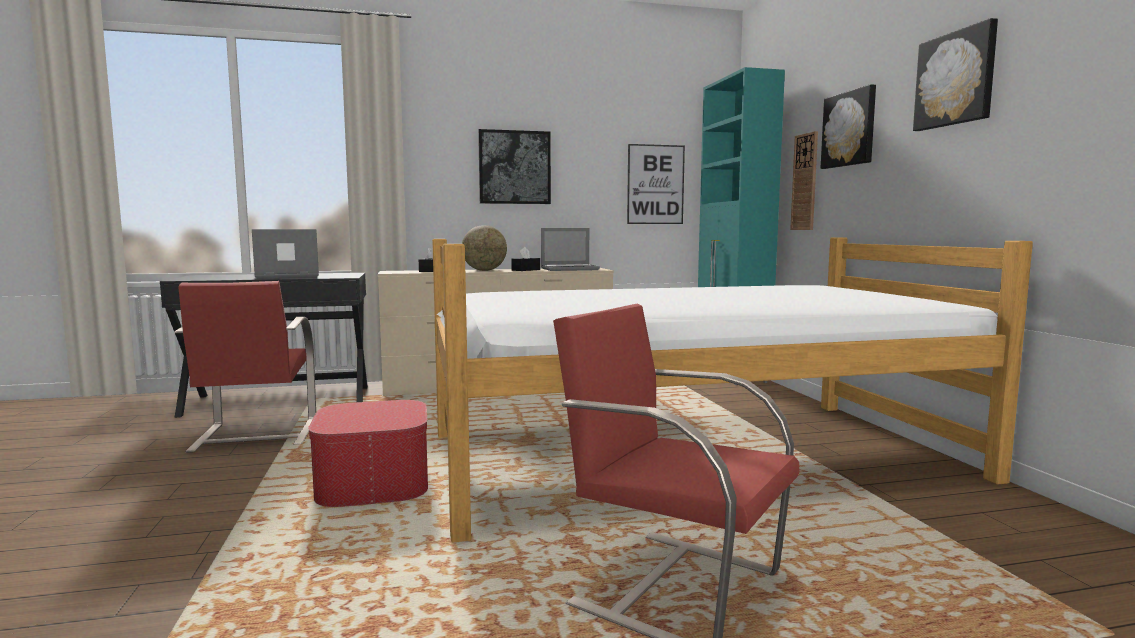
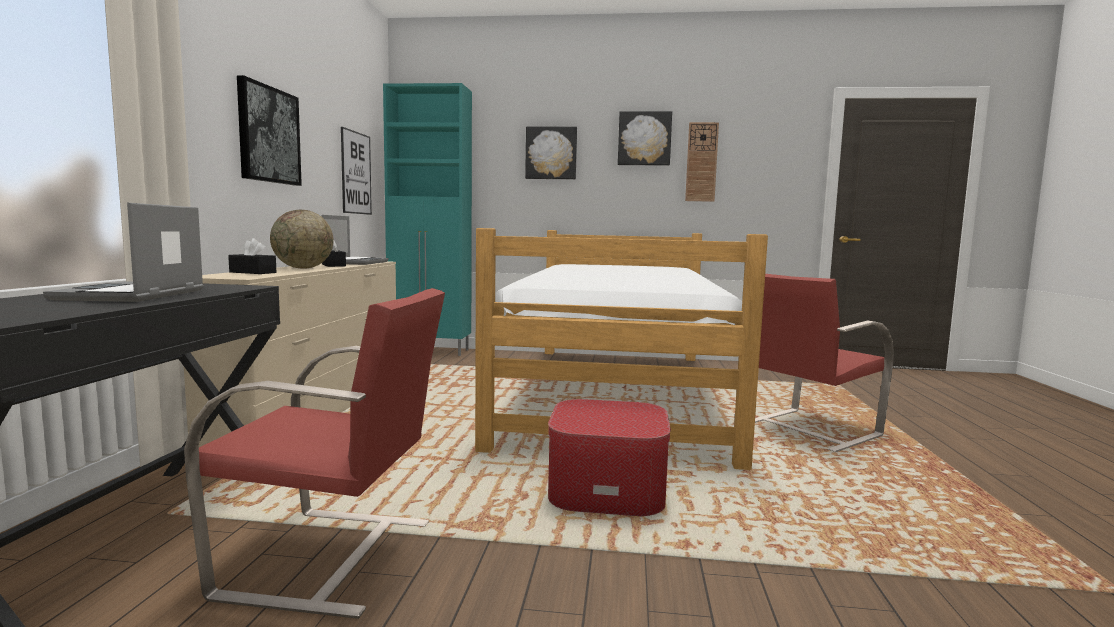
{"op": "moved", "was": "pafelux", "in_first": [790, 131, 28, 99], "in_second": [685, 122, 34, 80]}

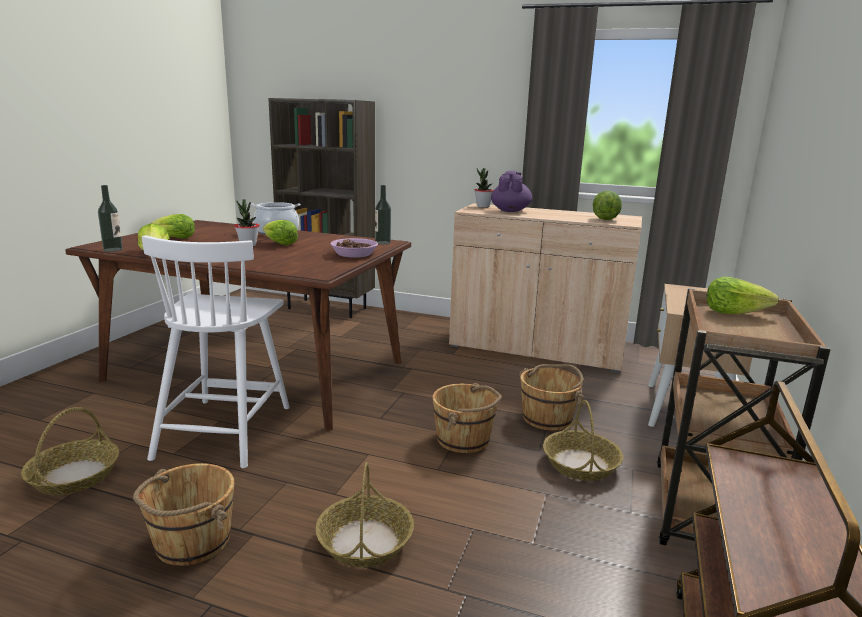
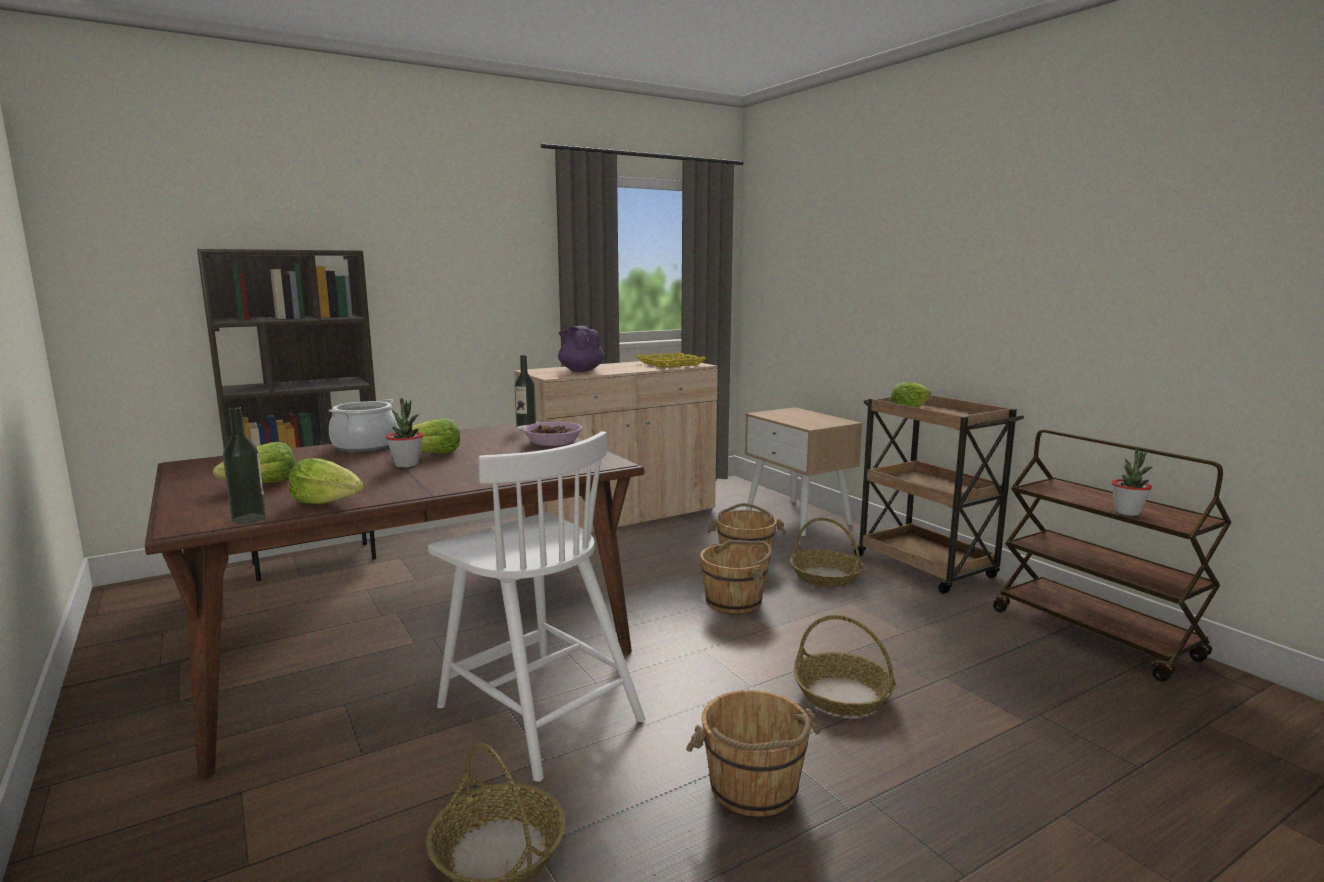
{"op": "moved", "was": "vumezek", "in_first": [474, 168, 20, 40], "in_second": [1112, 448, 40, 68]}
{"op": "replaced", "was": "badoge", "now": "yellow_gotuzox", "in_first": [593, 190, 29, 30], "in_second": [636, 352, 70, 16]}

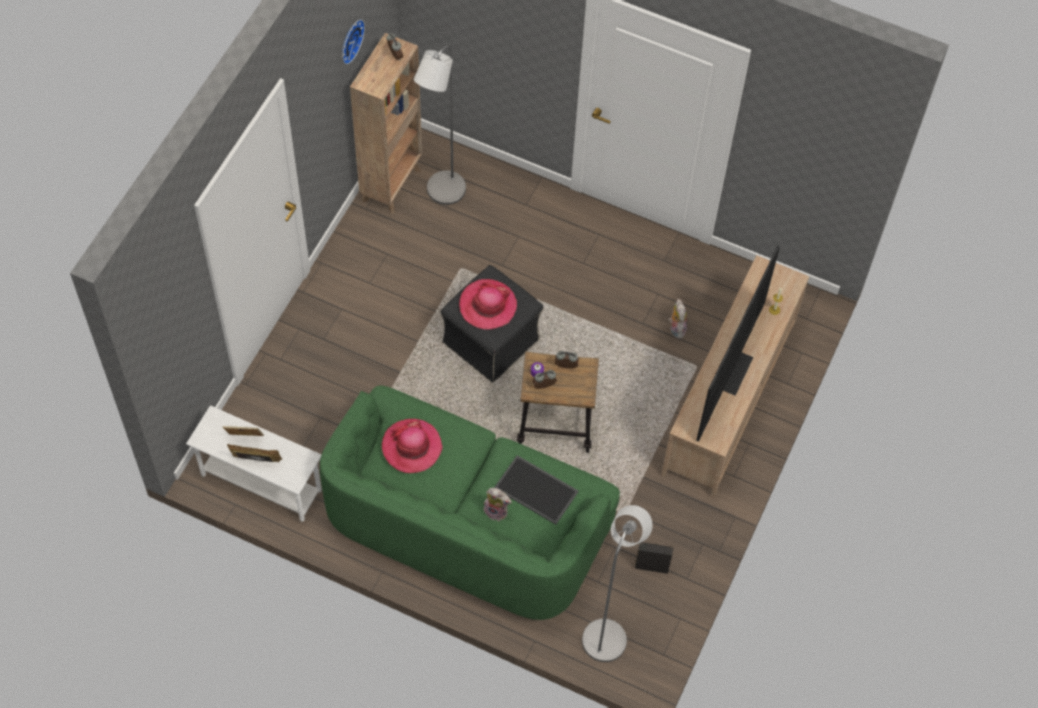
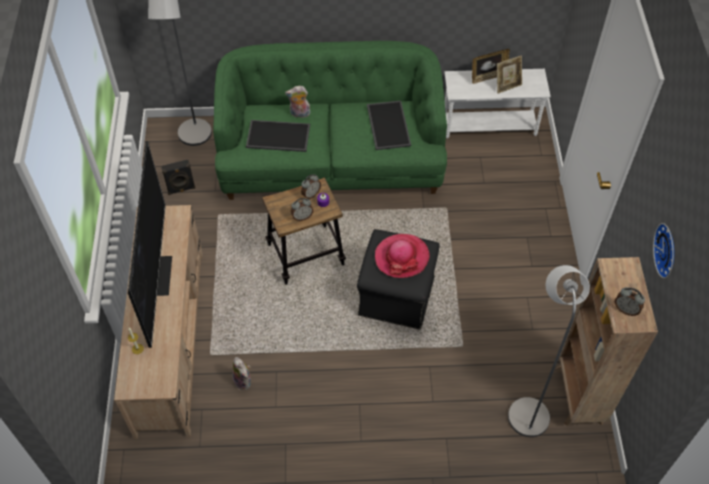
{"op": "replaced", "was": "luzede", "now": "gotuzox", "in_first": [382, 419, 61, 54], "in_second": [367, 100, 44, 50]}

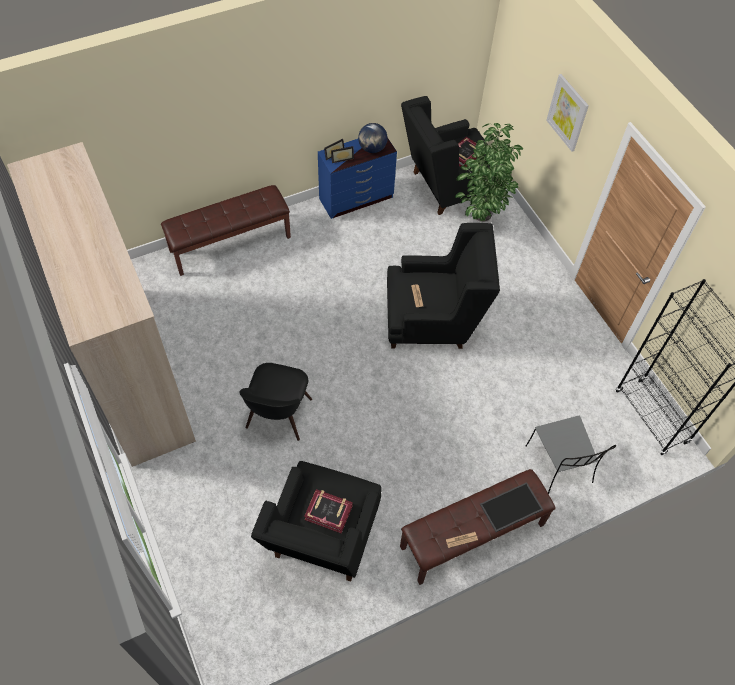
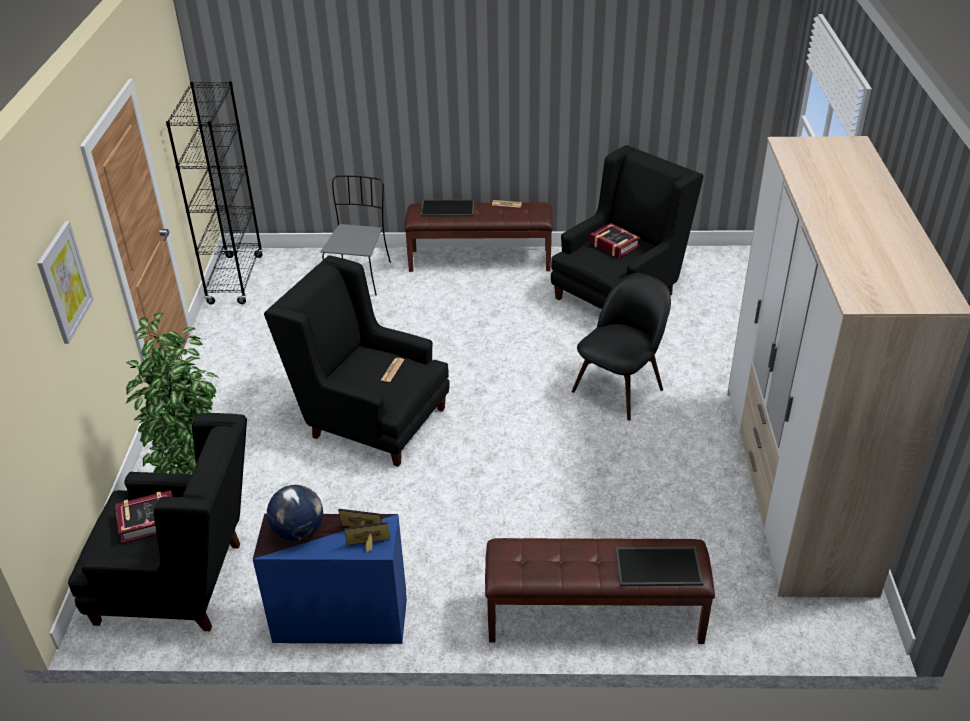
{"op": "added", "now": "gotuzox", "in_second": [615, 547, 88, 39]}

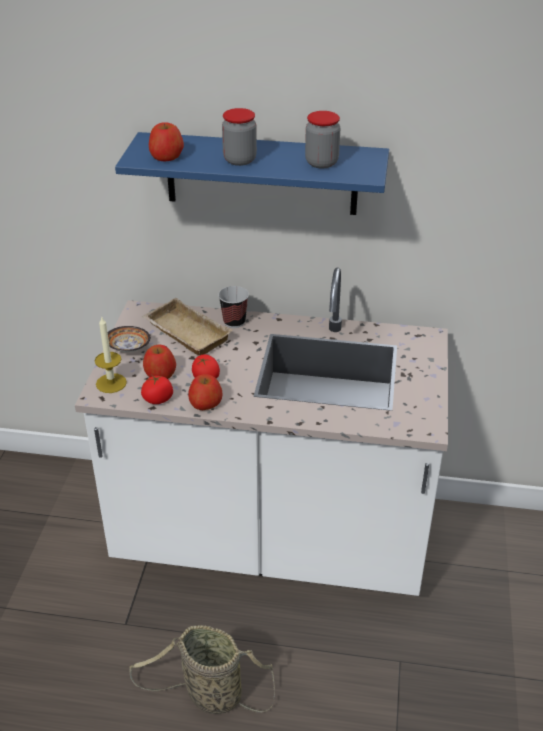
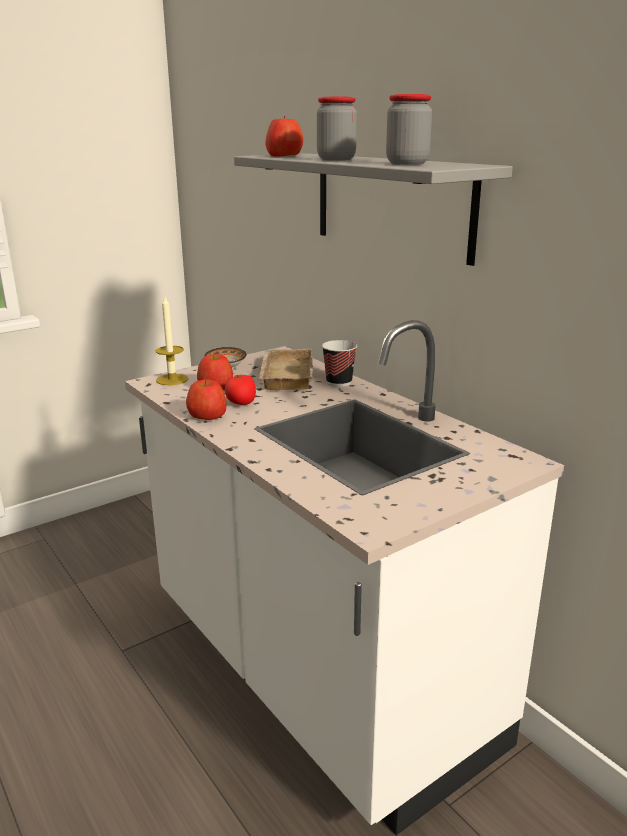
{"op": "removed", "was": "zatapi", "in_first": [129, 625, 146, 89]}
{"op": "removed", "was": "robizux", "in_first": [141, 375, 32, 29]}
{"op": "recoloured", "was": "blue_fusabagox", "now": "grey_fusabagox", "in_first": [115, 132, 274, 83], "in_second": [234, 153, 279, 113]}

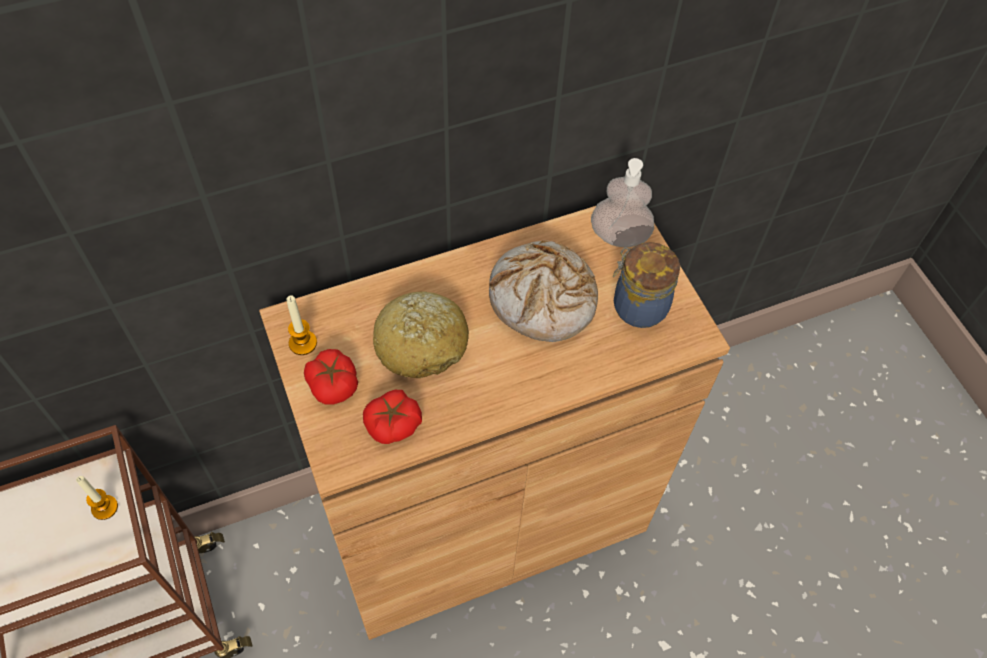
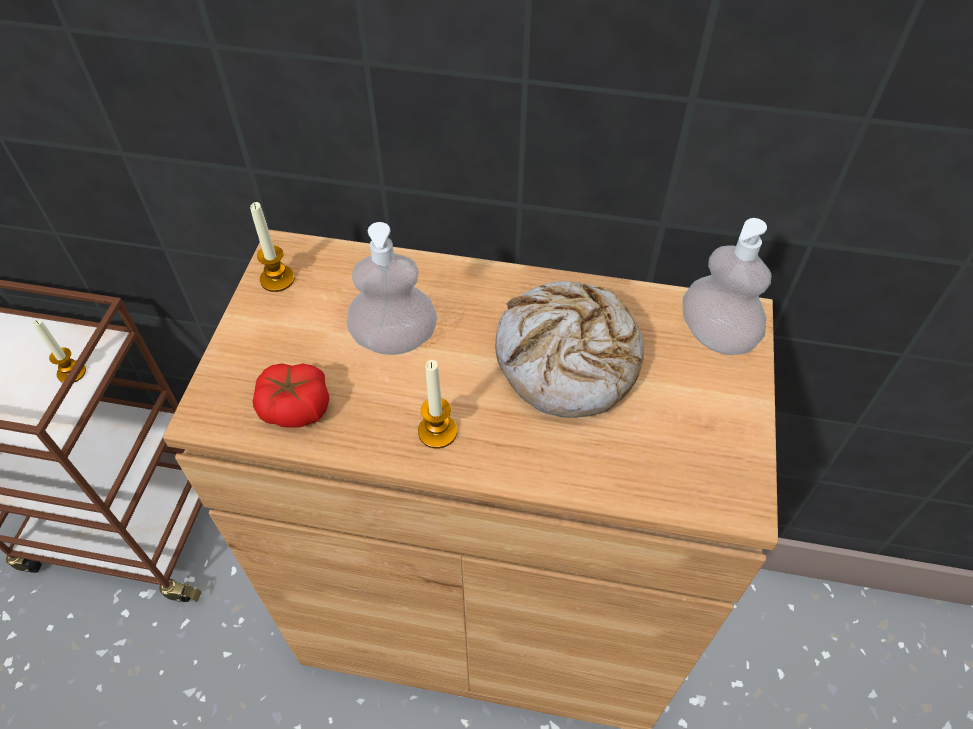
{"op": "removed", "was": "robizux", "in_first": [304, 349, 54, 55]}
{"op": "removed", "was": "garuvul", "in_first": [613, 242, 67, 86]}
{"op": "added", "now": "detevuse", "in_second": [418, 360, 39, 89]}
{"op": "replaced", "was": "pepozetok", "now": "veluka", "in_first": [373, 292, 96, 86], "in_second": [347, 222, 90, 133]}

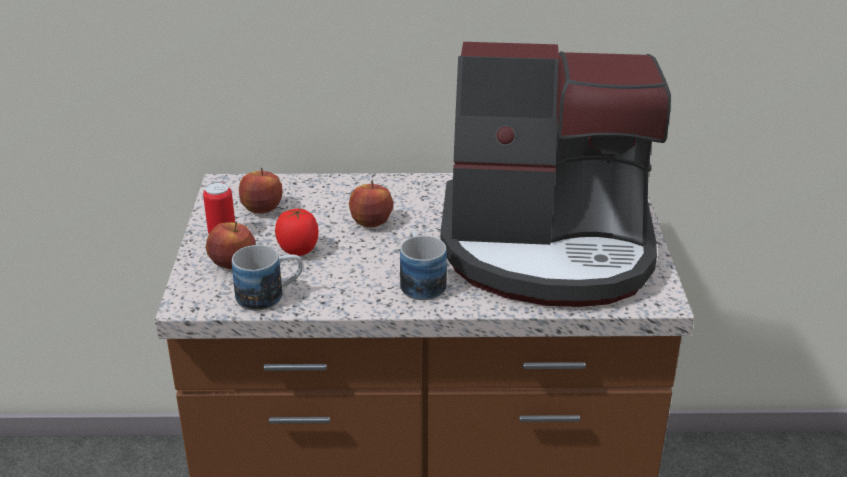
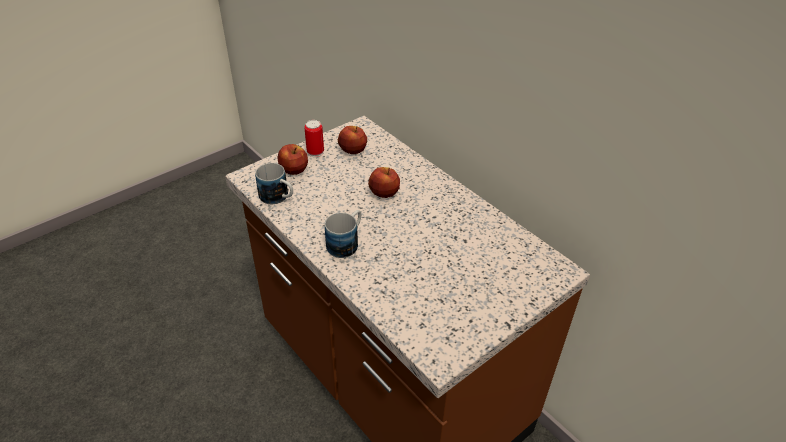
{"op": "removed", "was": "robizux", "in_first": [275, 208, 44, 48]}
{"op": "removed", "was": "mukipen", "in_first": [440, 42, 231, 265]}

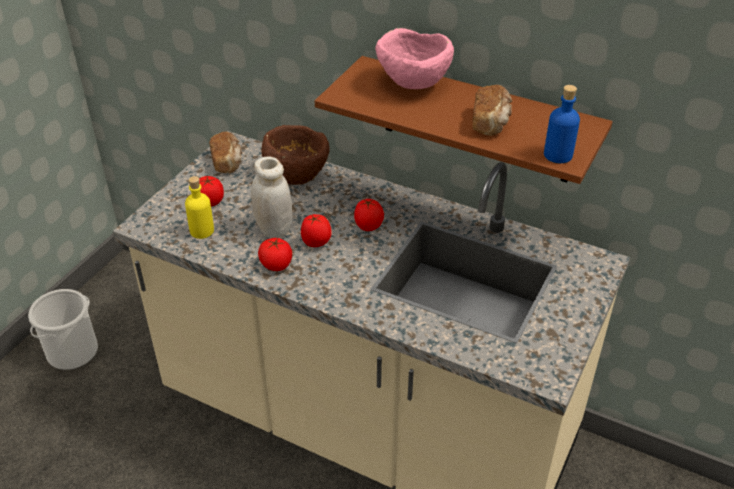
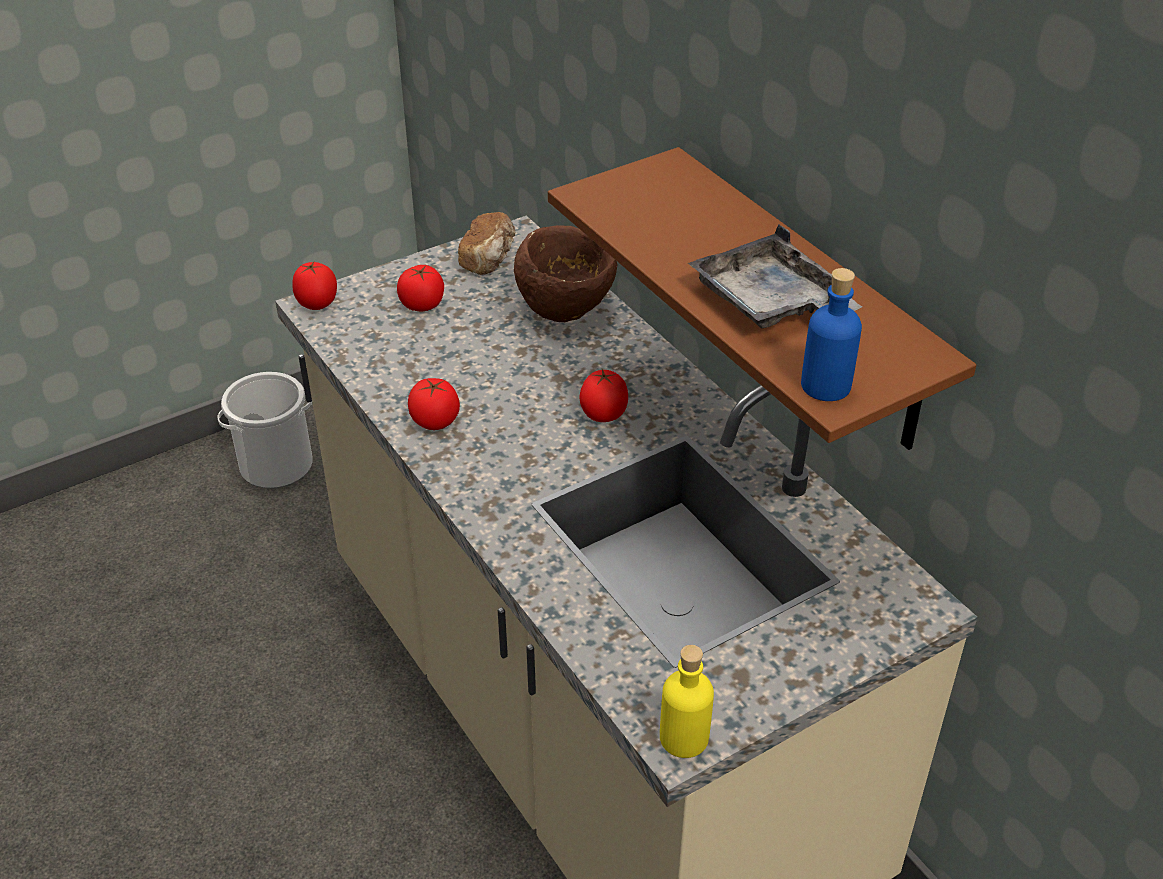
{"op": "removed", "was": "white_garuvul", "in_first": [251, 156, 41, 82]}
{"op": "removed", "was": "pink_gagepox", "in_first": [375, 28, 79, 61]}
{"op": "moved", "was": "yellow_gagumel", "in_first": [185, 176, 29, 63], "in_second": [660, 645, 54, 113]}
{"op": "moved", "was": "robizux", "in_first": [301, 214, 31, 33], "in_second": [292, 262, 45, 48]}
{"op": "replaced", "was": "pepozetok", "now": "grey_gotuzox", "in_first": [472, 85, 41, 51], "in_second": [688, 224, 174, 104]}

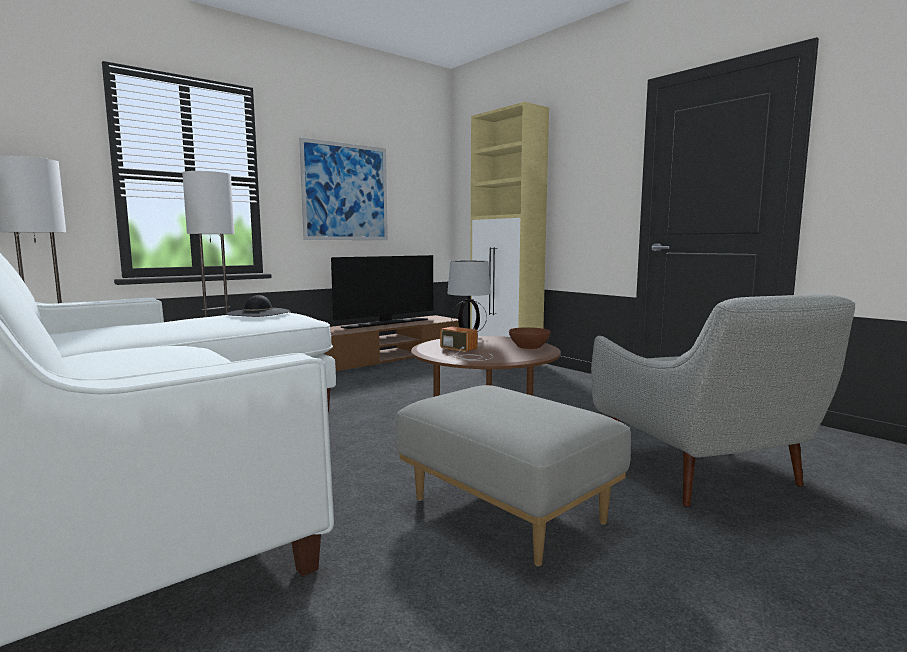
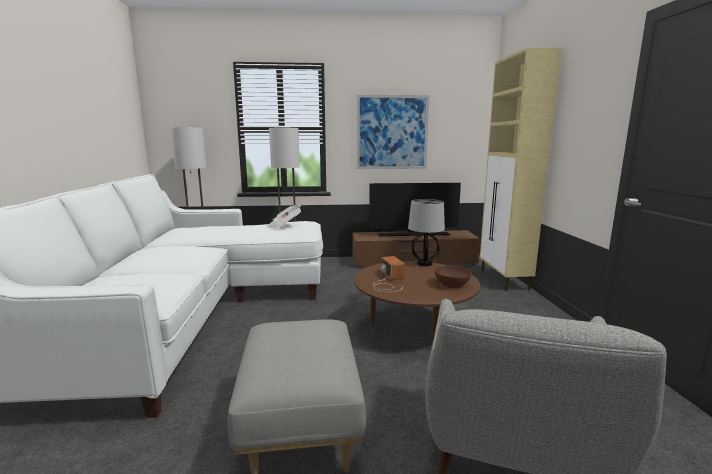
{"op": "replaced", "was": "black_luzede", "now": "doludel", "in_first": [226, 295, 65, 22], "in_second": [266, 205, 35, 23]}

